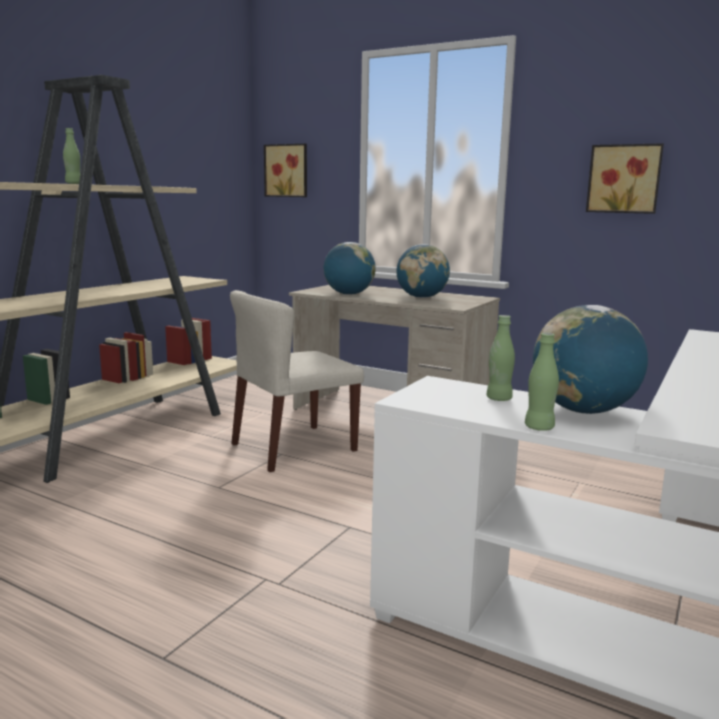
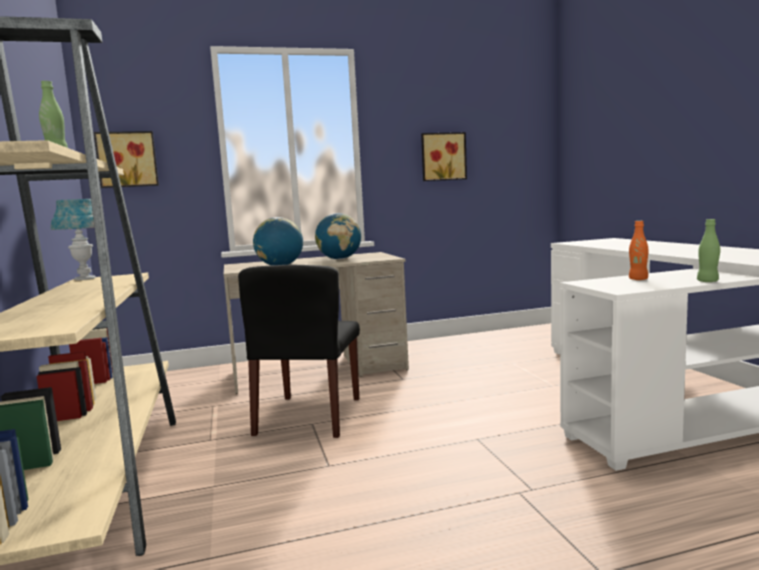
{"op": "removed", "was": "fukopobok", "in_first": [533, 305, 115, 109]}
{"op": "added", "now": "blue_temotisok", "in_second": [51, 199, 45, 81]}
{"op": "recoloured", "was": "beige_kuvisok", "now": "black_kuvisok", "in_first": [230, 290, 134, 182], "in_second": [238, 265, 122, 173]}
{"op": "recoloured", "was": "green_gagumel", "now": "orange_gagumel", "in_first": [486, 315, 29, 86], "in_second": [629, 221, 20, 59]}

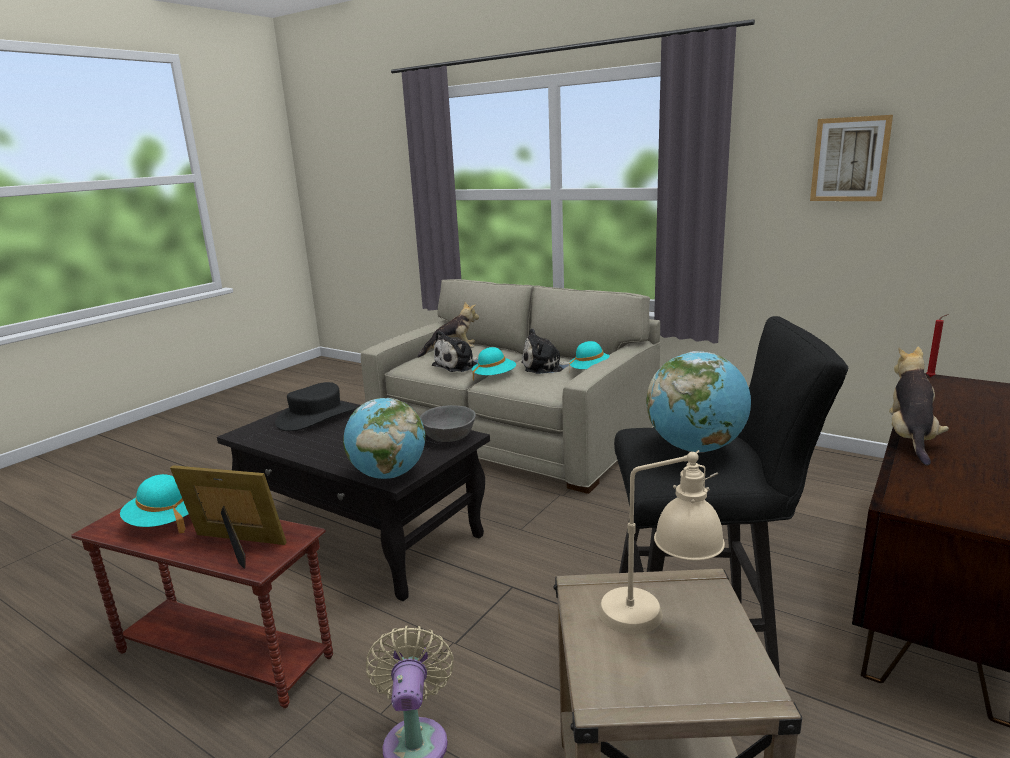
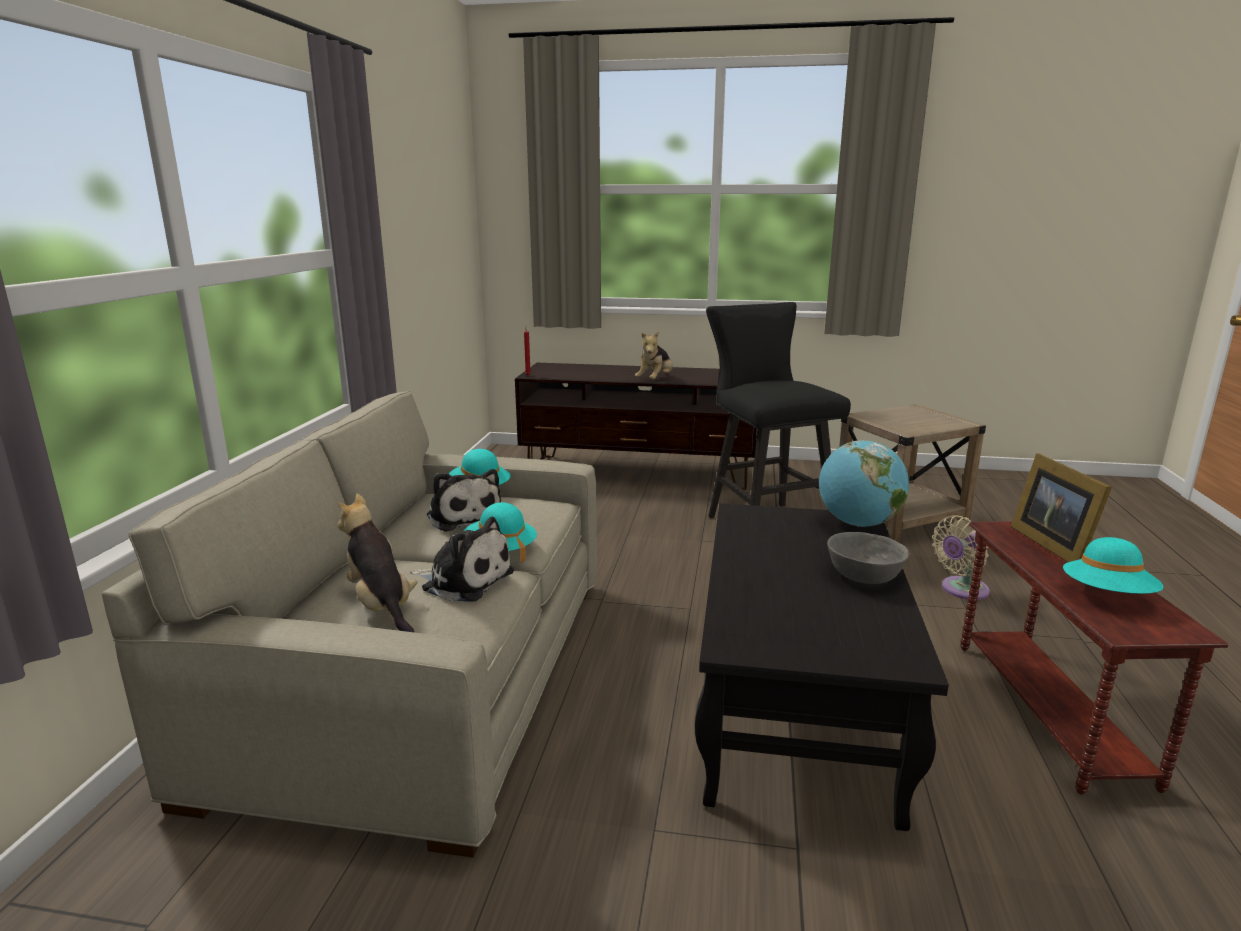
{"op": "removed", "was": "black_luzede", "in_first": [275, 382, 81, 49]}
{"op": "removed", "was": "beige_temotisok", "in_first": [598, 450, 127, 184]}
{"op": "removed", "was": "fukopobok", "in_first": [646, 351, 105, 102]}
{"op": "removed", "was": "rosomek", "in_first": [810, 115, 83, 86]}
{"op": "moved", "was": "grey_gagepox", "in_first": [420, 405, 56, 37], "in_second": [827, 532, 83, 52]}
{"op": "turned", "was": "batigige", "in_first": [889, 347, 60, 119], "in_second": [635, 331, 38, 48], "clockwise": -60}

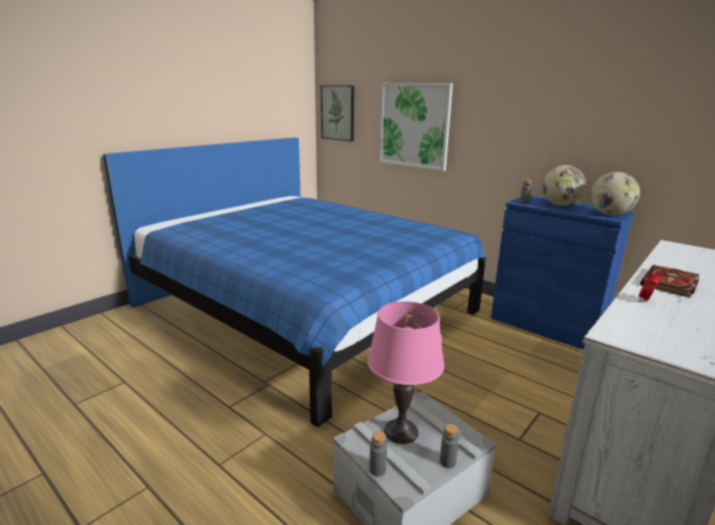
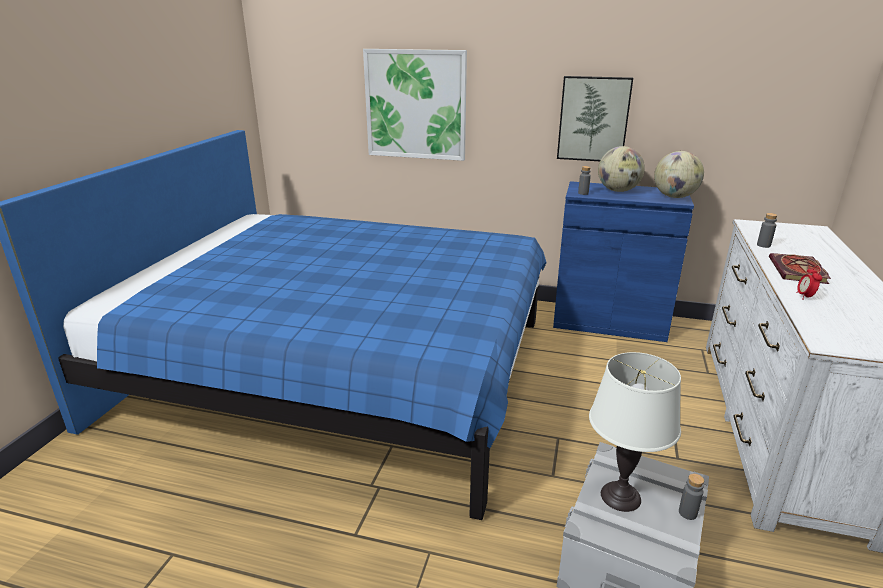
{"op": "moved", "was": "rosomek", "in_first": [321, 85, 33, 56], "in_second": [557, 76, 76, 85]}
{"op": "moved", "was": "grey_gagumel", "in_first": [369, 431, 18, 45], "in_second": [757, 213, 21, 35]}
{"op": "recoloured", "was": "pink_temotisok", "now": "white_temotisok", "in_first": [367, 301, 77, 143], "in_second": [589, 352, 92, 160]}

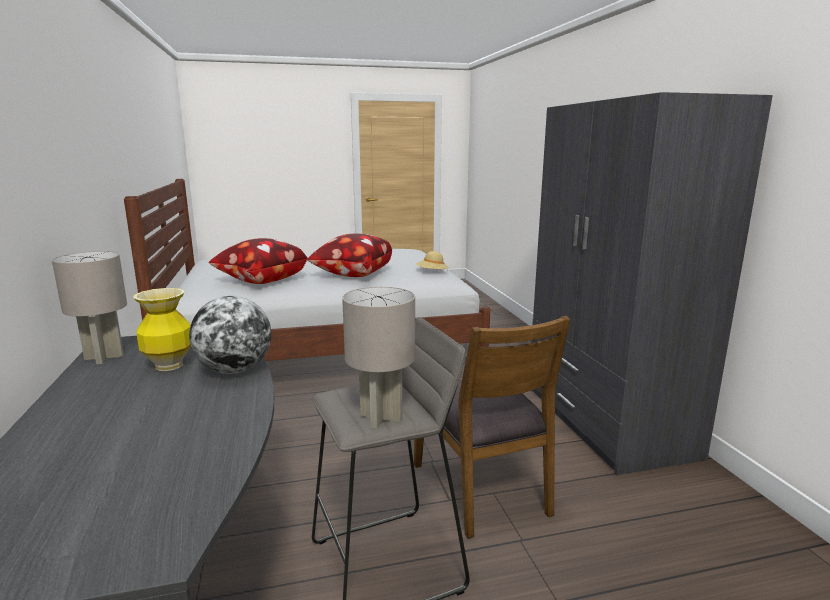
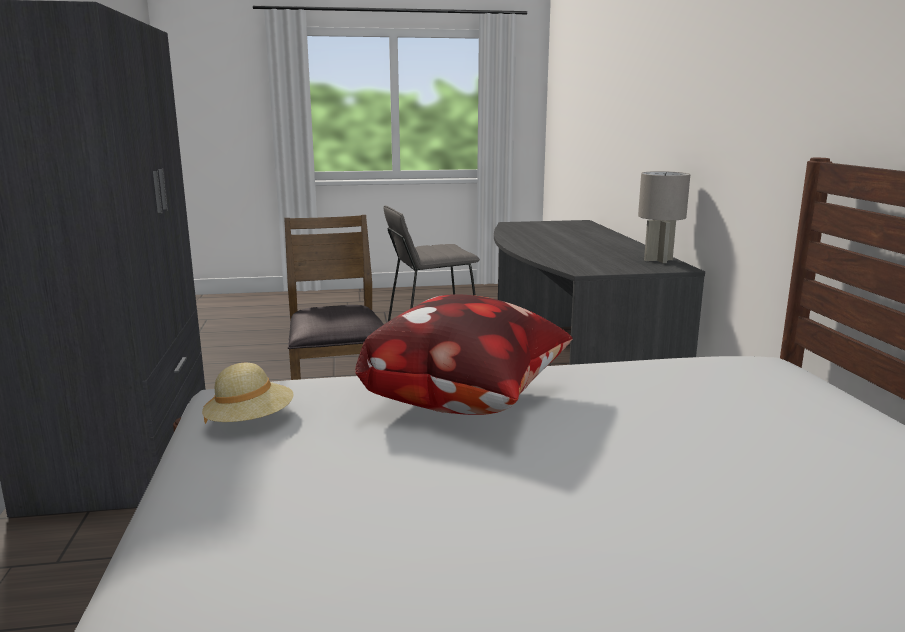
{"op": "removed", "was": "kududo", "in_first": [133, 288, 58, 83]}
{"op": "removed", "was": "fukopobok", "in_first": [189, 296, 82, 78]}
{"op": "removed", "was": "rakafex", "in_first": [209, 238, 99, 46]}
{"op": "removed", "was": "grey_temotisok", "in_first": [342, 287, 73, 142]}

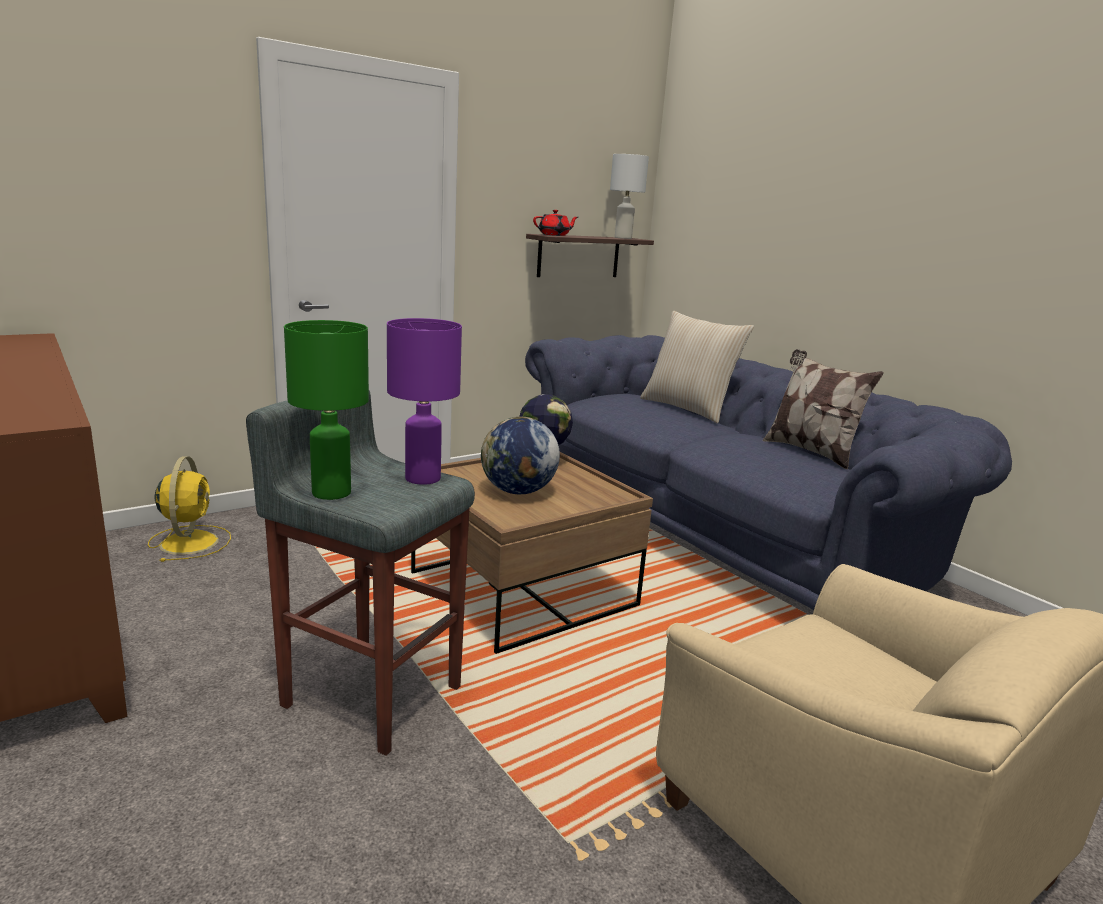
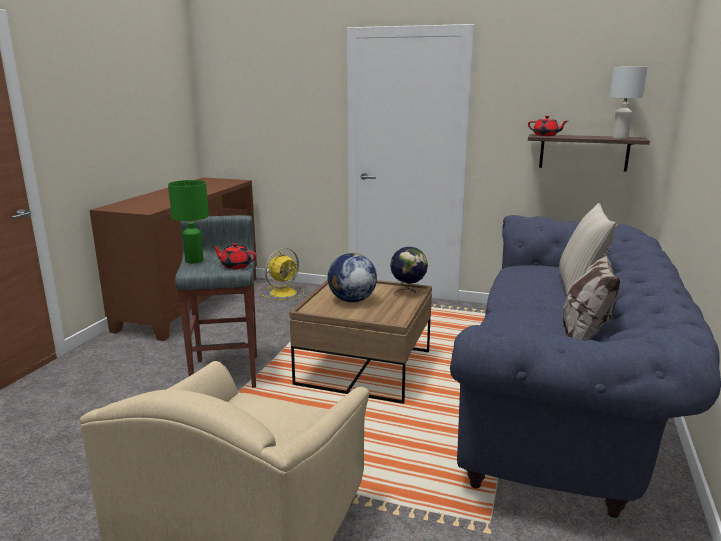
{"op": "replaced", "was": "purple_temotisok", "now": "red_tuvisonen", "in_first": [387, 318, 75, 167], "in_second": [212, 243, 45, 26]}

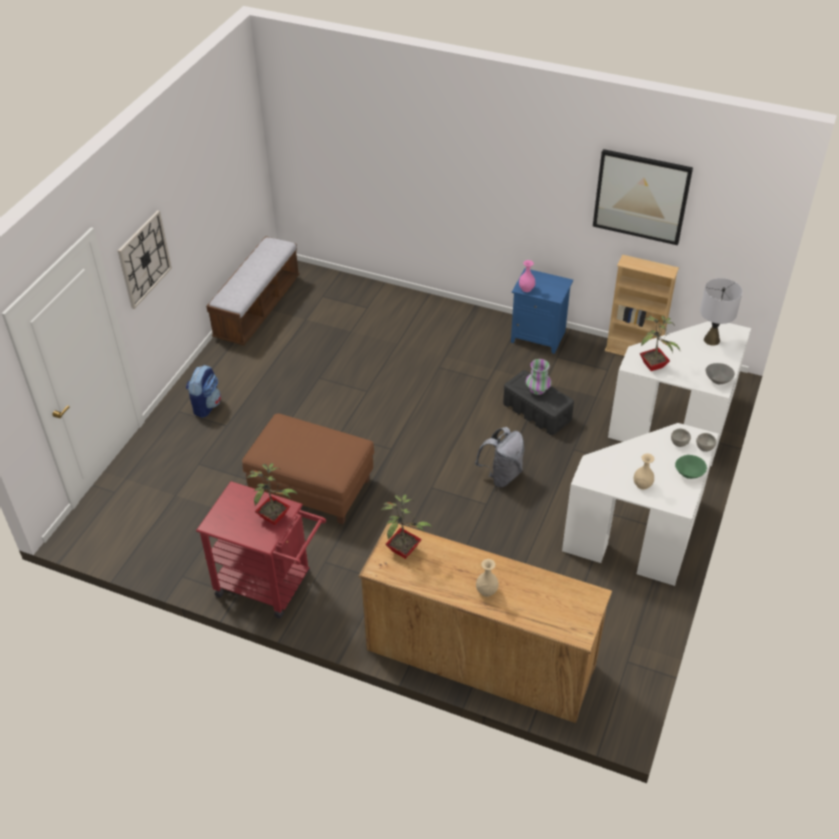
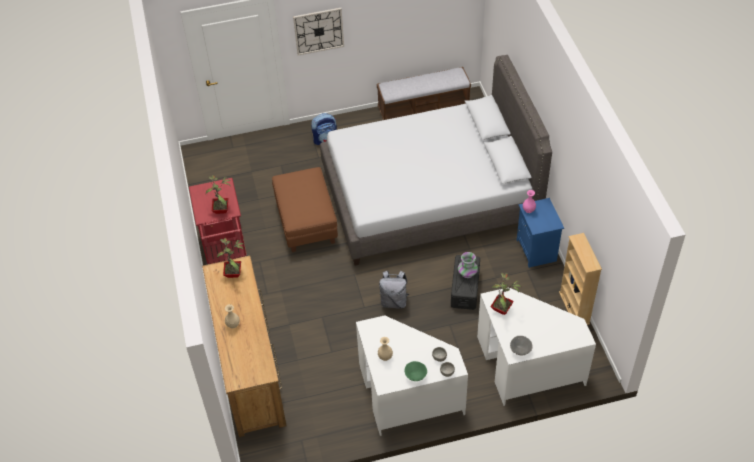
{"op": "removed", "was": "rosomek", "in_first": [593, 149, 100, 96]}
{"op": "removed", "was": "grey_temotisok", "in_first": [700, 278, 43, 68]}
{"op": "added", "now": "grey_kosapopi", "in_second": [320, 55, 232, 211]}

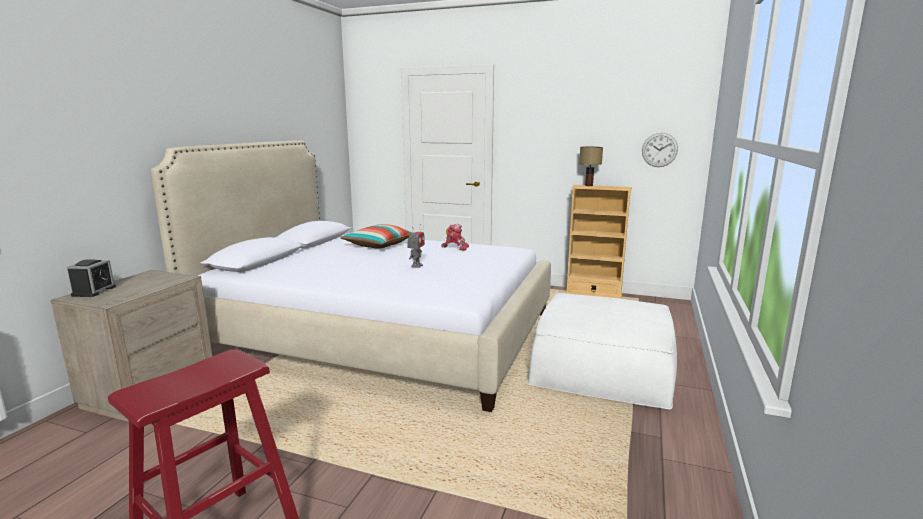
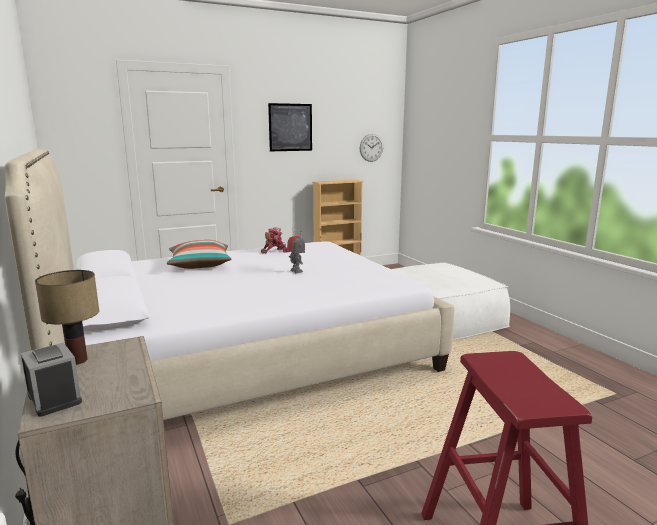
{"op": "added", "now": "rosomek", "in_second": [268, 103, 44, 48]}
{"op": "moved", "was": "temotisok", "in_first": [579, 147, 24, 39], "in_second": [35, 270, 64, 95]}

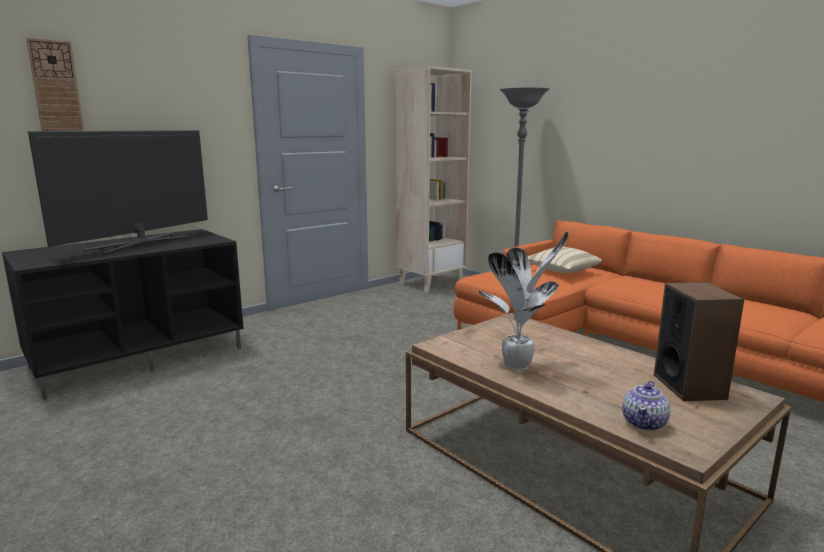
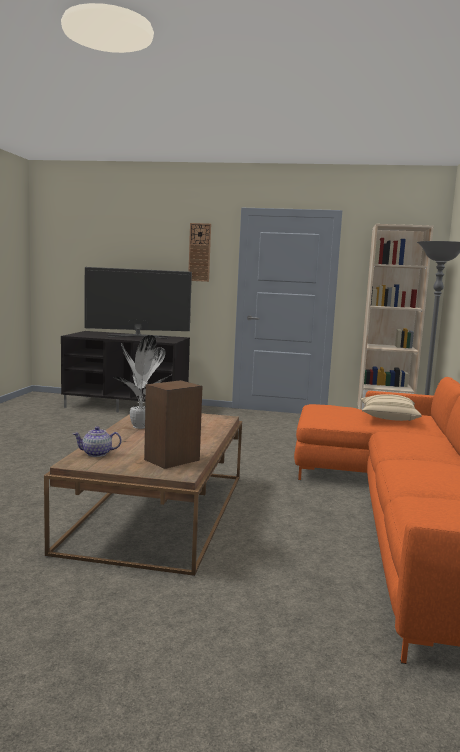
{"op": "moved", "was": "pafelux", "in_first": [26, 38, 58, 93], "in_second": [189, 223, 22, 59]}

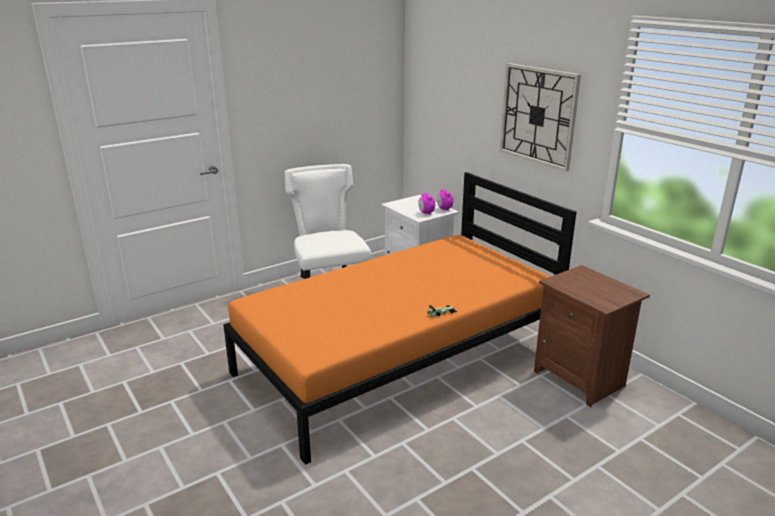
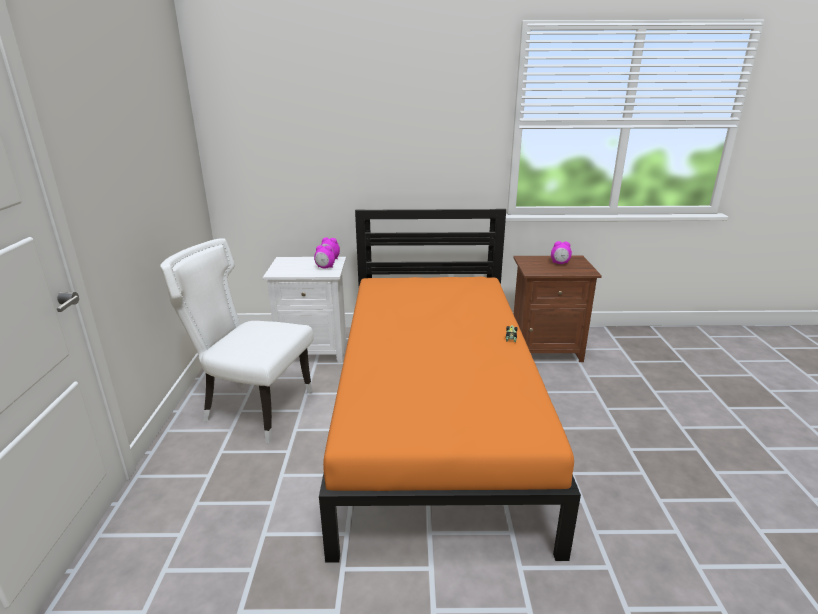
{"op": "removed", "was": "pafelux", "in_first": [500, 63, 81, 109]}
{"op": "added", "now": "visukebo", "in_second": [551, 241, 21, 23]}

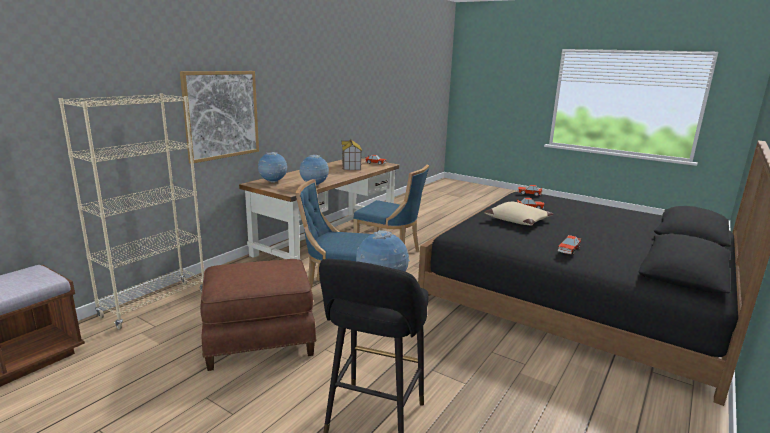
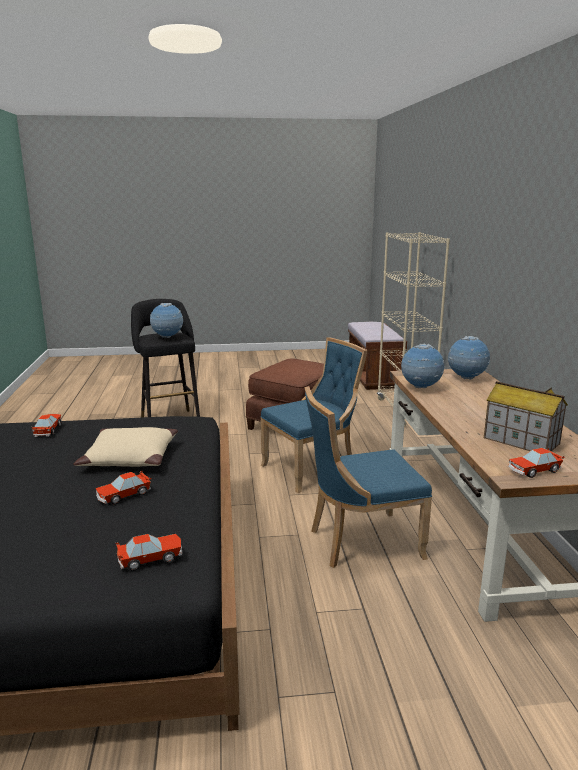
{"op": "removed", "was": "rosomek", "in_first": [180, 71, 79, 93]}

